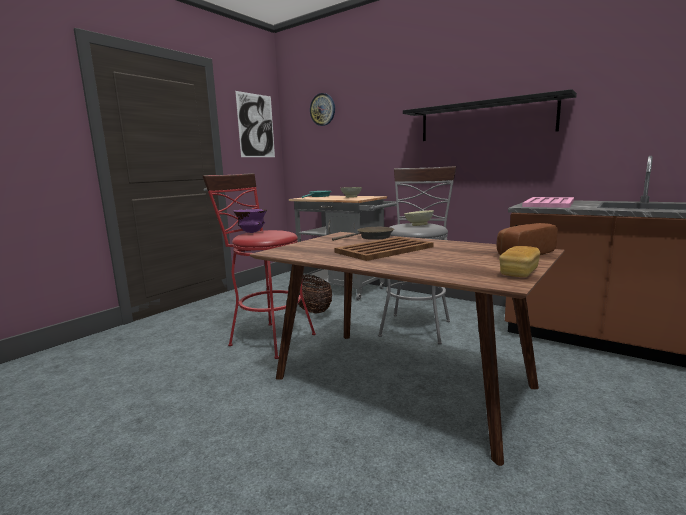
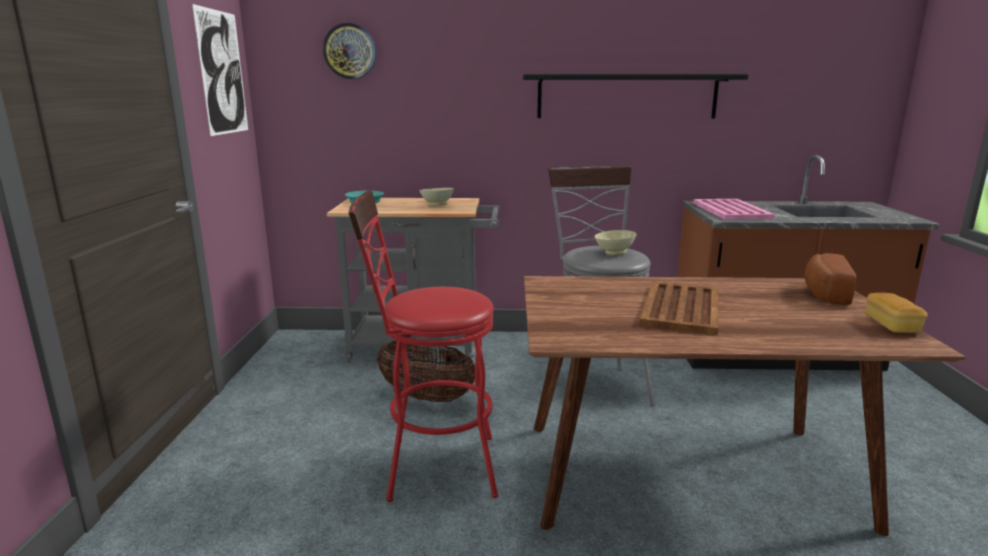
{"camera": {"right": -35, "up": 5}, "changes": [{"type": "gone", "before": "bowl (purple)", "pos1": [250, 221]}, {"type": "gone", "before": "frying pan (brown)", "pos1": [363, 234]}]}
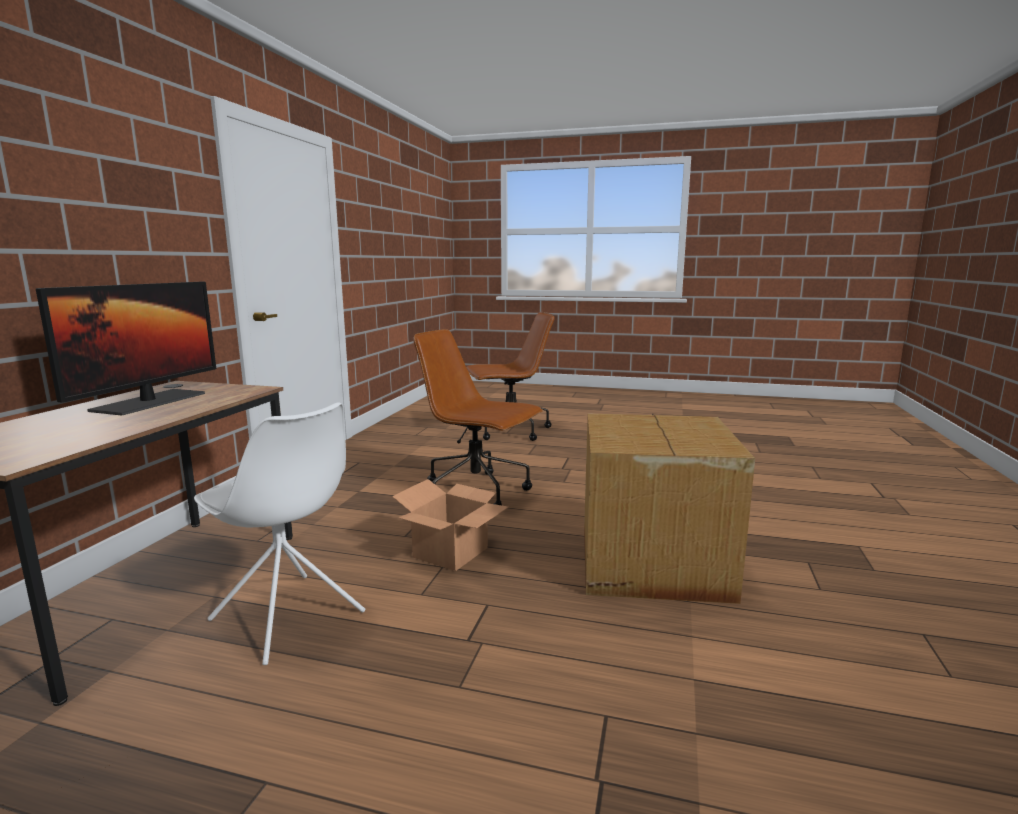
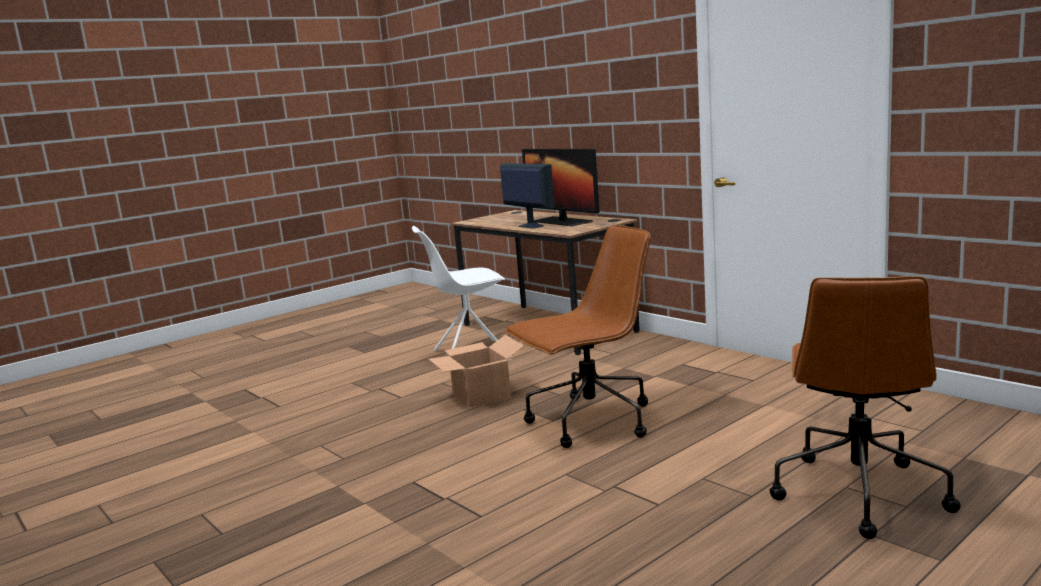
{"camera": {"right": 125, "up": 0}, "changes": [{"type": "gone", "before": "cardboard box", "pos1": [669, 509]}, {"type": "new", "after": "monitor", "pos2": [527, 195]}]}
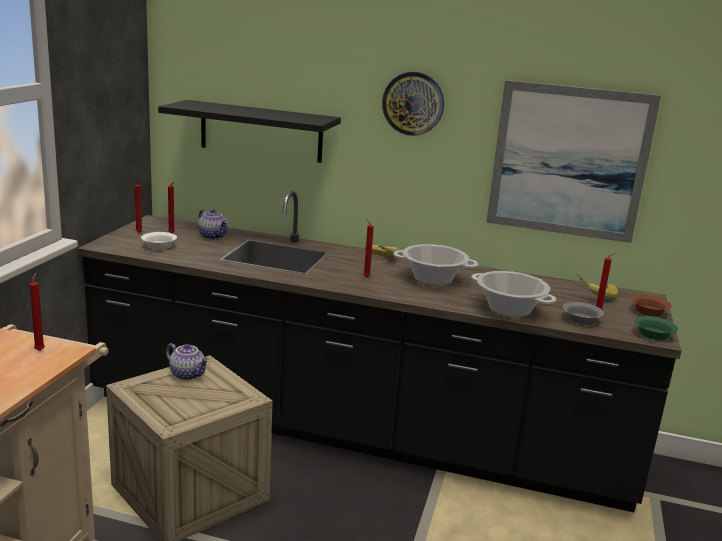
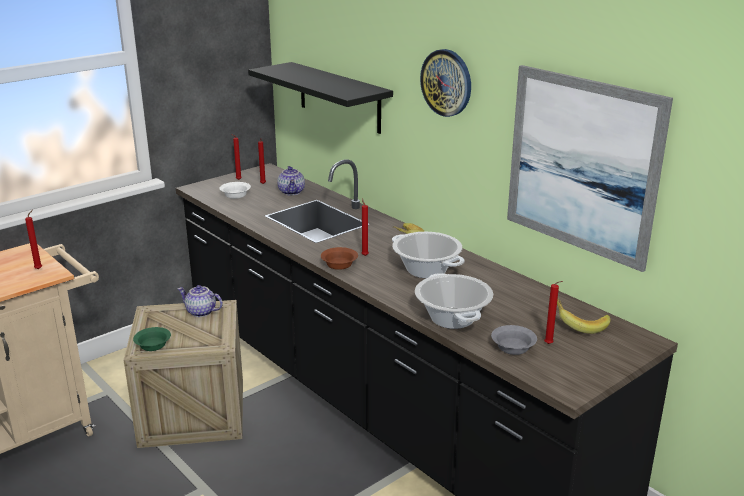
{"camera": {"right": 35, "up": 5}, "changes": [{"type": "shifted", "before": "bowl (brown)", "pos1": [651, 306], "pos2": [339, 258]}, {"type": "shifted", "before": "bowl (green)", "pos1": [656, 328], "pos2": [152, 339]}, {"type": "rotated", "before": "teapot", "pos1": [187, 361], "pos2": [200, 301], "turn": 135}]}
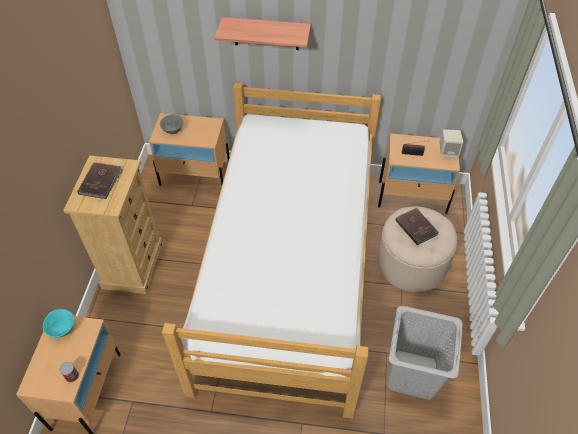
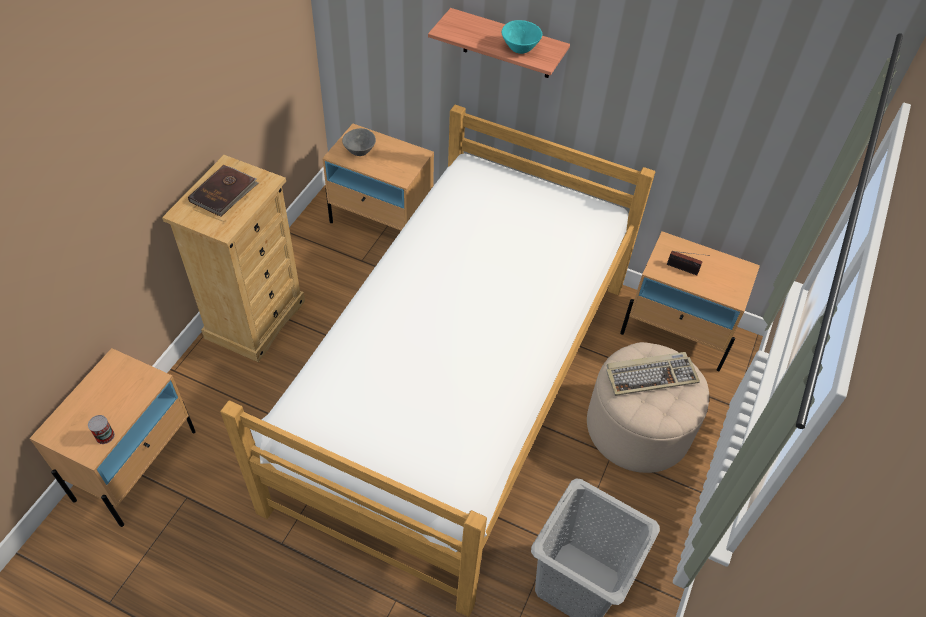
{"camera": {"right": 15, "up": 0}, "changes": [{"type": "gone", "before": "speaker (beige)", "pos1": [451, 143]}, {"type": "swapped", "before": "book (brown)", "after": "keyboard", "pos1": [417, 226], "pos2": [653, 374]}, {"type": "shifted", "before": "bowl (turquoise)", "pos1": [58, 323], "pos2": [522, 37]}]}
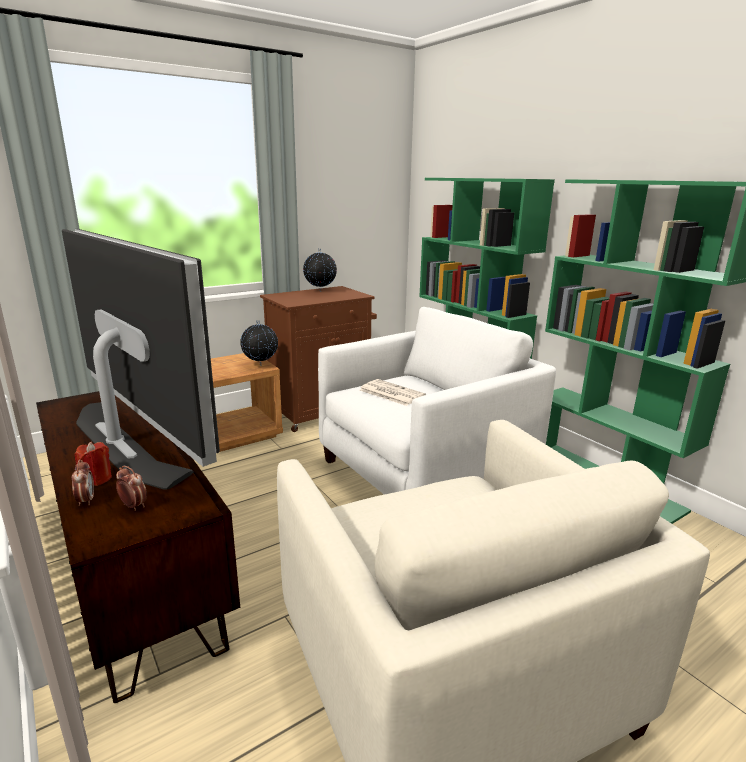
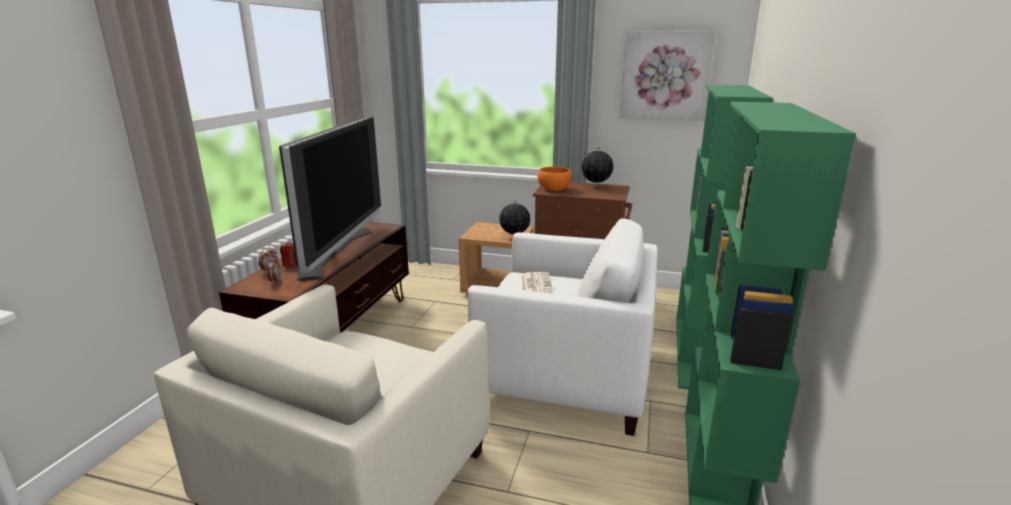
{"camera": {"right": 50, "up": 0}, "changes": [{"type": "new", "after": "picture", "pos2": [668, 76]}, {"type": "new", "after": "bowl (orange)", "pos2": [554, 179]}]}
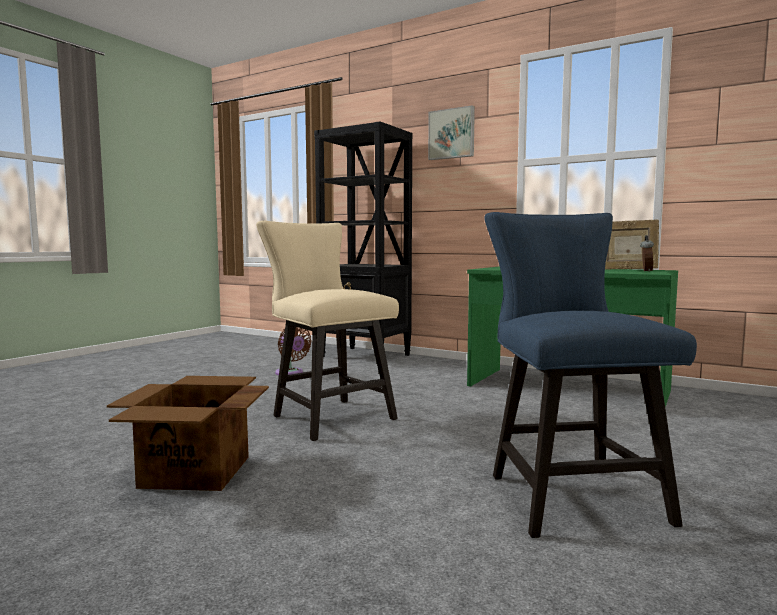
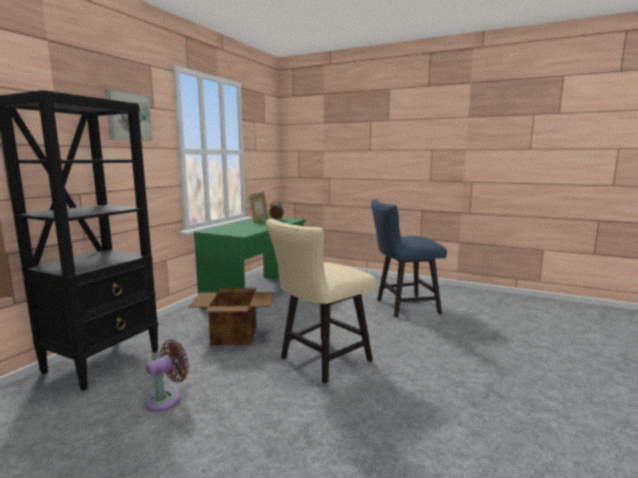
{"camera": {"right": -95, "up": 5}, "changes": [{"type": "shifted", "before": "cardboard box", "pos1": [188, 433], "pos2": [230, 316]}]}
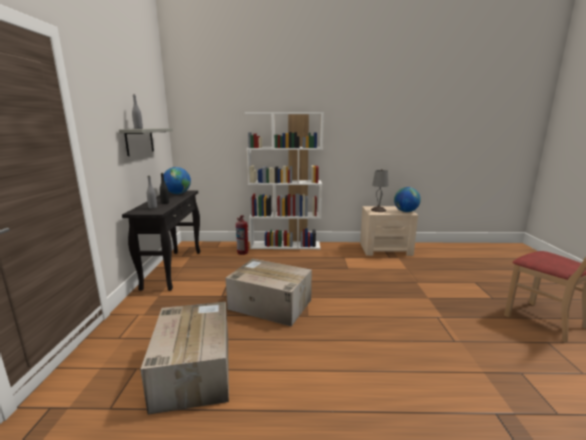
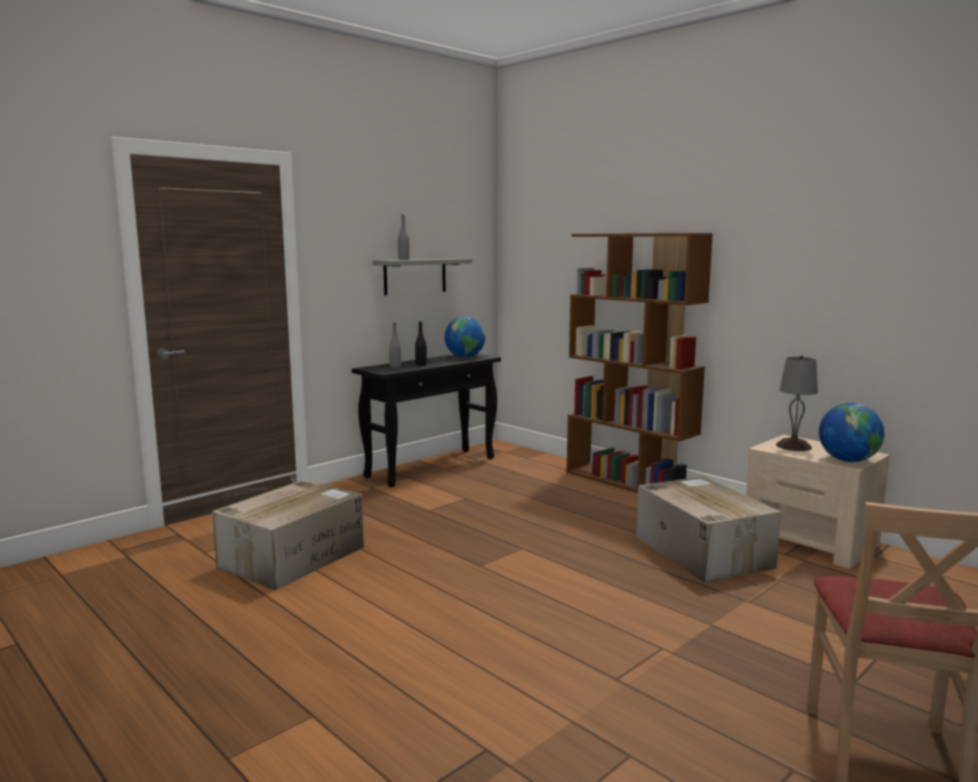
{"camera": {"right": 45, "up": -5}, "changes": [{"type": "repainted", "before": "bookcase (white)", "after": "bookcase (brown)", "pos1": [284, 180], "pos2": [639, 363]}, {"type": "gone", "before": "fire extinguisher", "pos1": [242, 235]}, {"type": "shifted", "before": "cardboard box", "pos1": [269, 293], "pos2": [708, 529]}]}
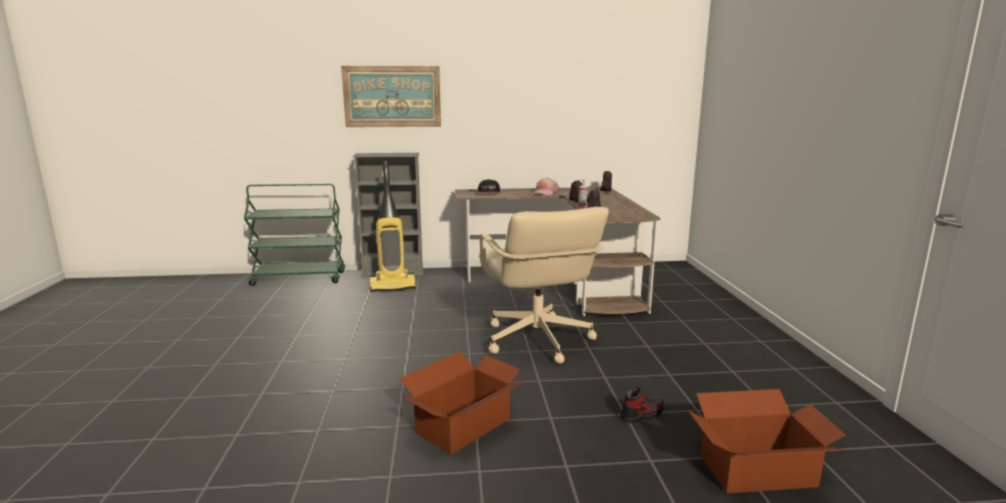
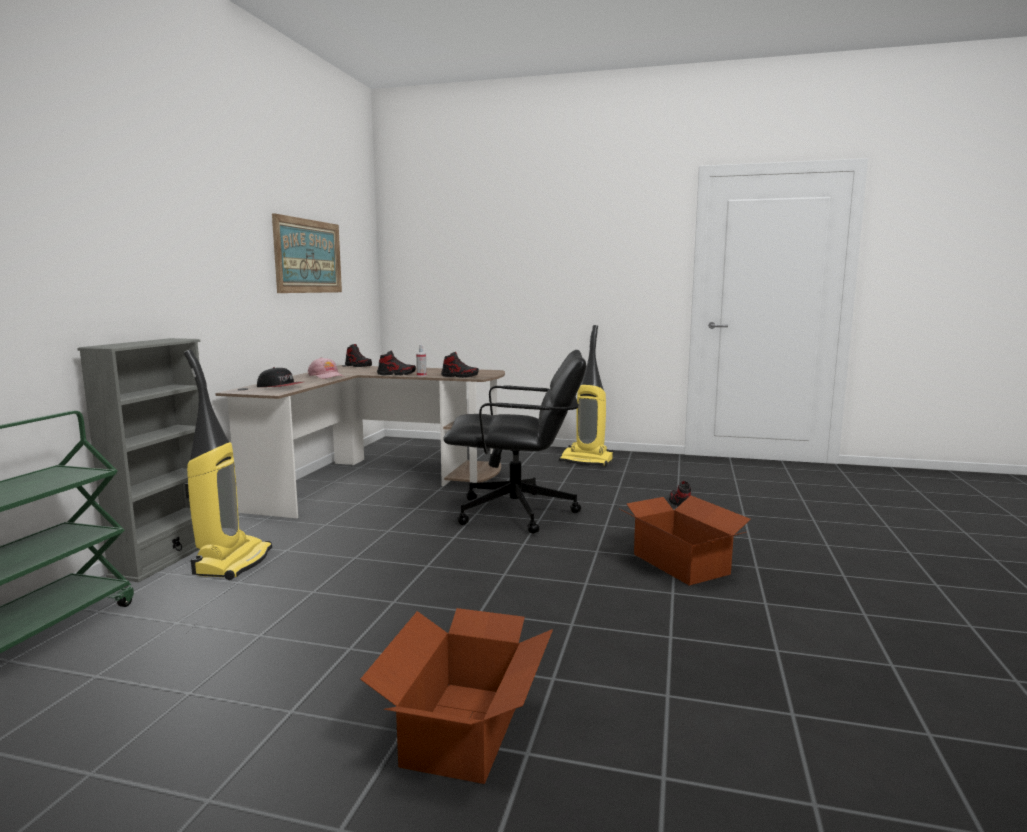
{"camera": {"right": -70, "up": -5}, "changes": [{"type": "shifted", "before": "picture", "pos1": [391, 96], "pos2": [307, 253]}, {"type": "repainted", "before": "office chair (beige)", "after": "office chair (black)", "pos1": [544, 285], "pos2": [514, 442]}, {"type": "shifted", "before": "cardboard box", "pos1": [767, 441], "pos2": [456, 696]}, {"type": "new", "after": "vacuum cleaner", "pos2": [586, 396]}]}
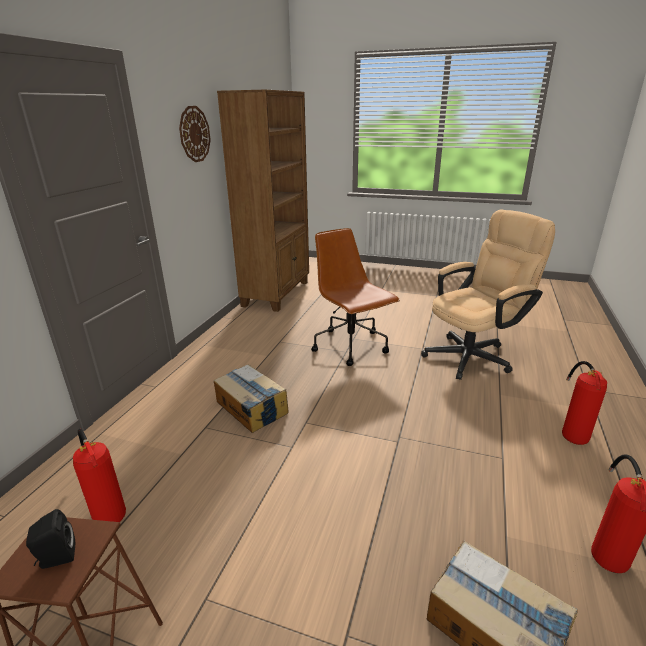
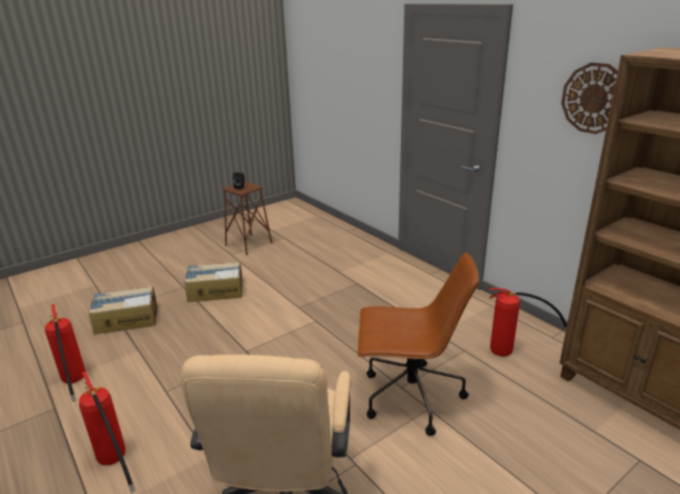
{"camera": {"right": 125, "up": 0}, "changes": [{"type": "shifted", "before": "cardboard box", "pos1": [251, 398], "pos2": [213, 282]}, {"type": "shifted", "before": "fire extinguisher", "pos1": [99, 475], "pos2": [528, 322]}]}
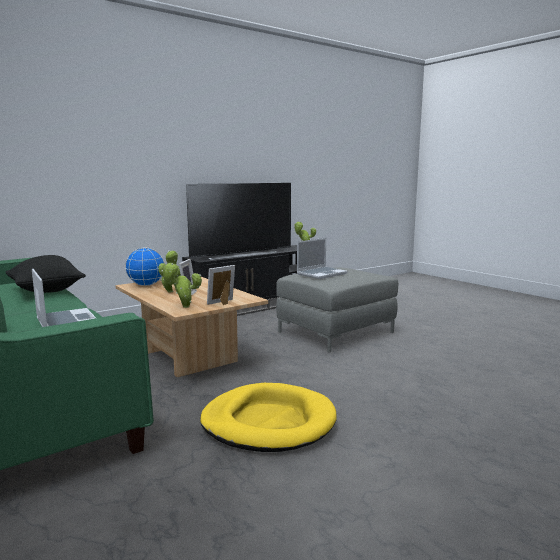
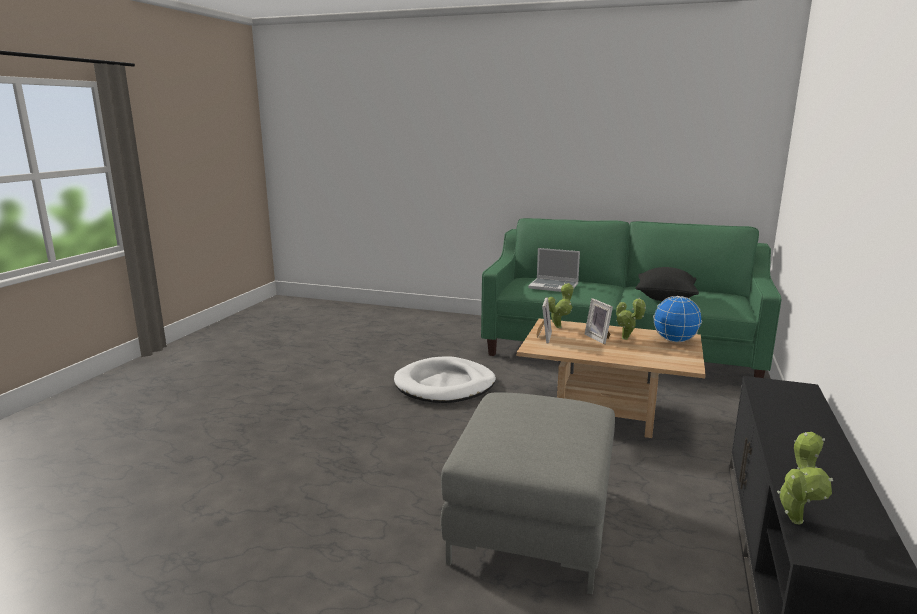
{"camera": {"right": 145, "up": 5}, "changes": [{"type": "gone", "before": "television", "pos1": [238, 221]}, {"type": "gone", "before": "laptop", "pos1": [322, 258]}, {"type": "repainted", "before": "dog bed (yellow)", "after": "dog bed (white)", "pos1": [268, 417], "pos2": [445, 379]}]}
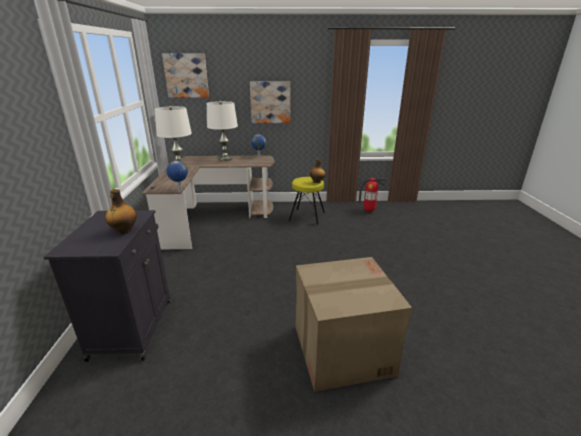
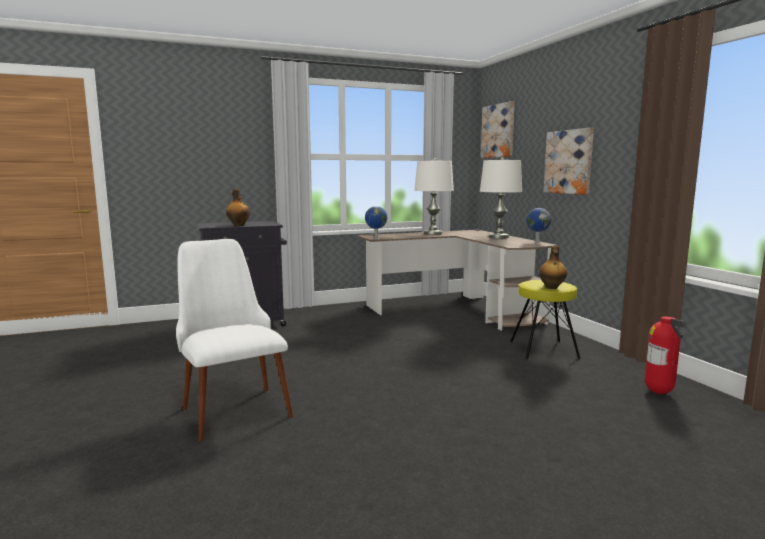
{"camera": {"right": 70, "up": -15}, "changes": [{"type": "swapped", "before": "cardboard box", "after": "chair (white)", "pos1": [353, 324], "pos2": [234, 340]}]}
